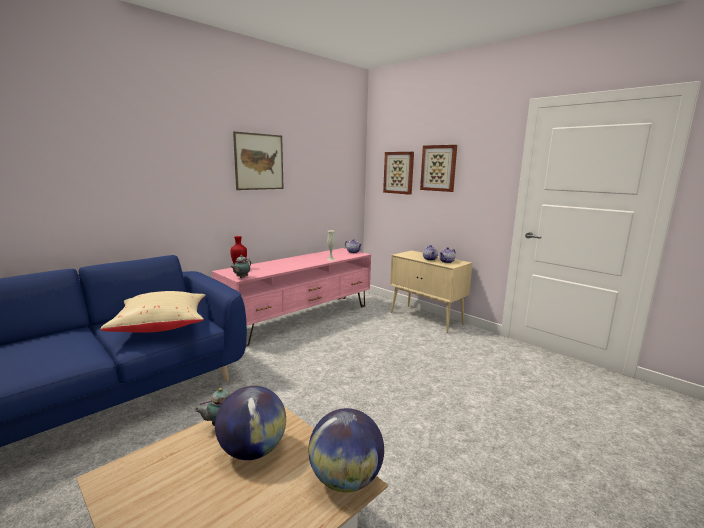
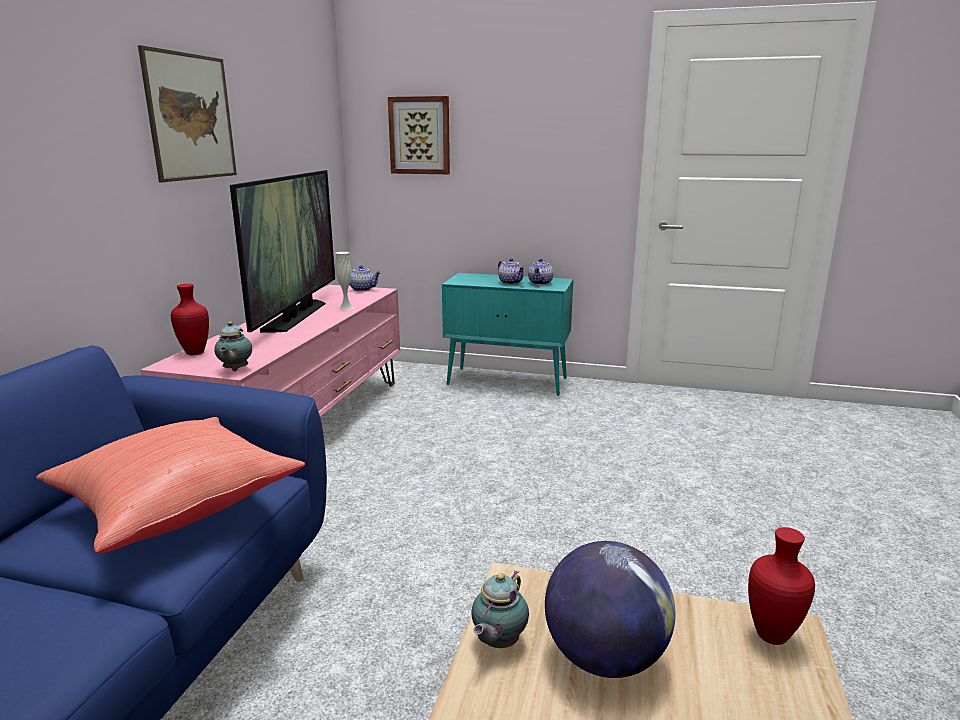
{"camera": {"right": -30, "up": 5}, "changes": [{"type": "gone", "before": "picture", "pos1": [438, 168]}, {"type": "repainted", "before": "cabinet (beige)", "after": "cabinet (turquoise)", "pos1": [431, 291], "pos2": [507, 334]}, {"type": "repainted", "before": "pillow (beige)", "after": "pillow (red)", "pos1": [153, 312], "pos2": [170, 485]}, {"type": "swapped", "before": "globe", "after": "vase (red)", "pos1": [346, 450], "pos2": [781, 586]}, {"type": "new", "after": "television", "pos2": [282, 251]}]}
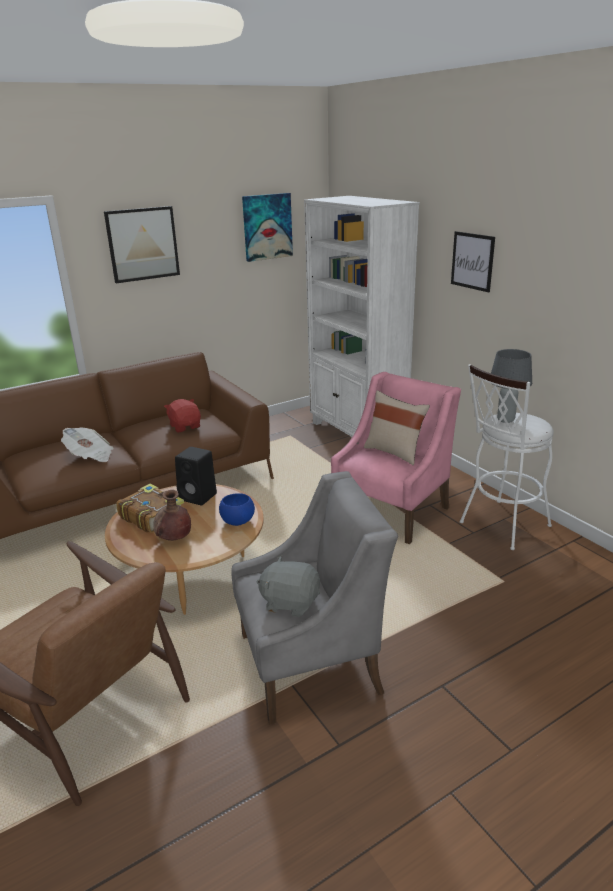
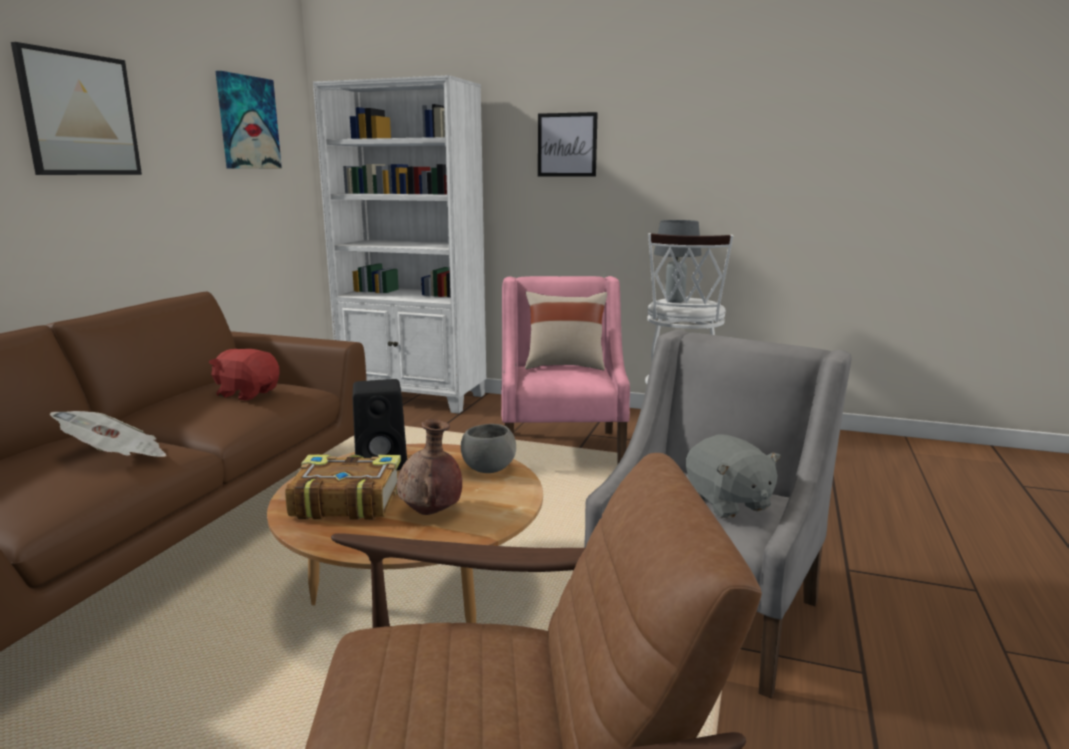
{"camera": {"right": -40, "up": -10}, "changes": [{"type": "repainted", "before": "bowl (blue)", "after": "bowl (grey)", "pos1": [237, 509], "pos2": [488, 448]}, {"type": "rotated", "before": "plush toy (grey)", "pos1": [288, 586], "pos2": [733, 476], "turn": -90}]}
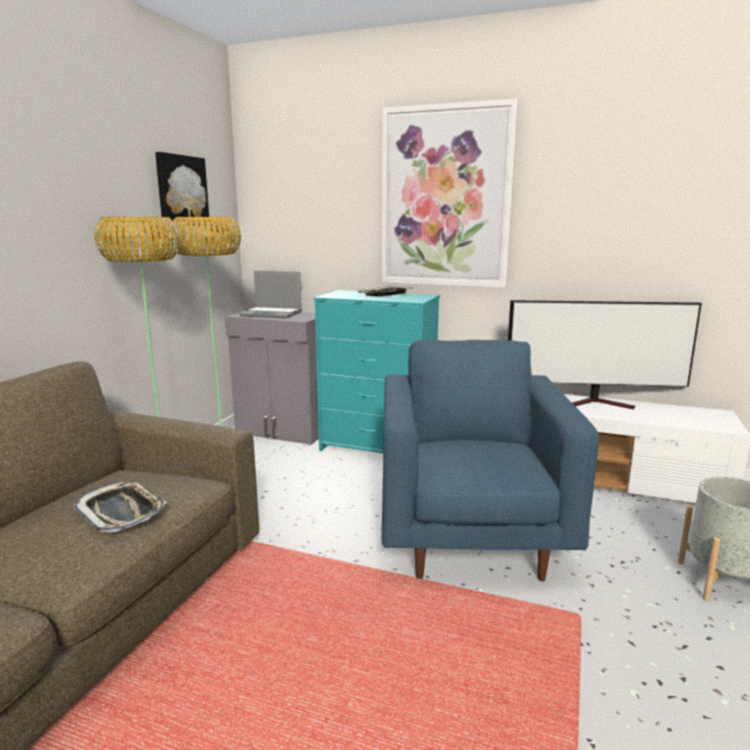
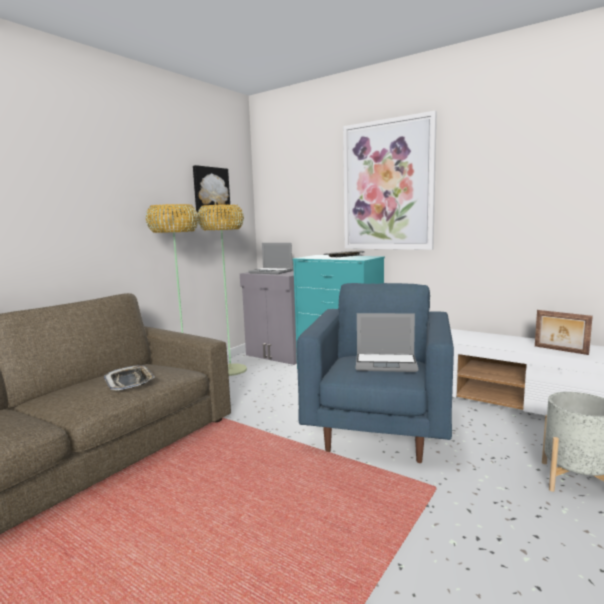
{"camera": {"right": 15, "up": -5}, "changes": [{"type": "gone", "before": "television", "pos1": [605, 354]}, {"type": "new", "after": "picture frame", "pos2": [564, 332]}, {"type": "new", "after": "laptop", "pos2": [387, 342]}]}
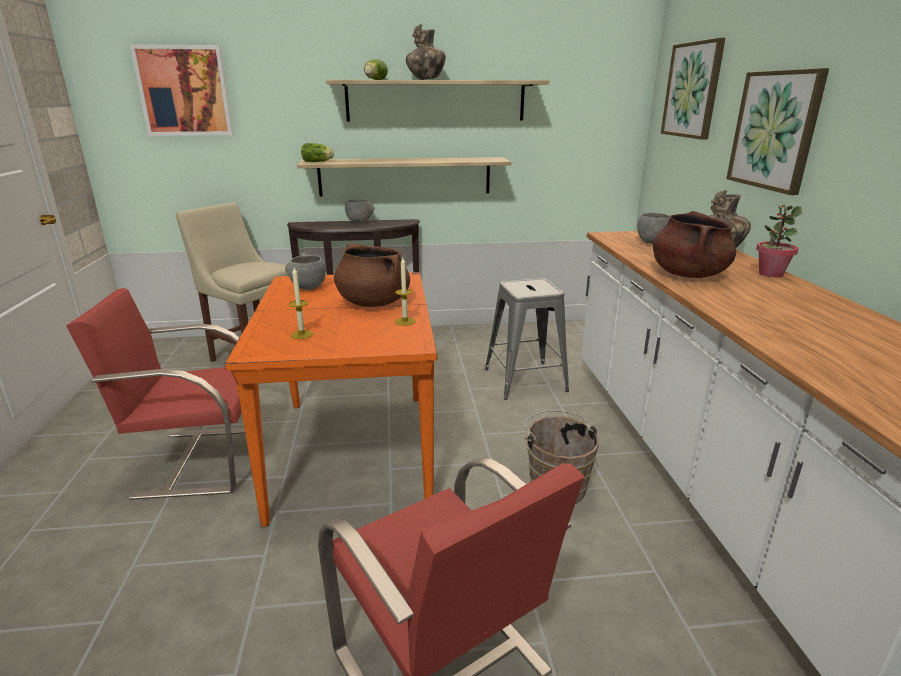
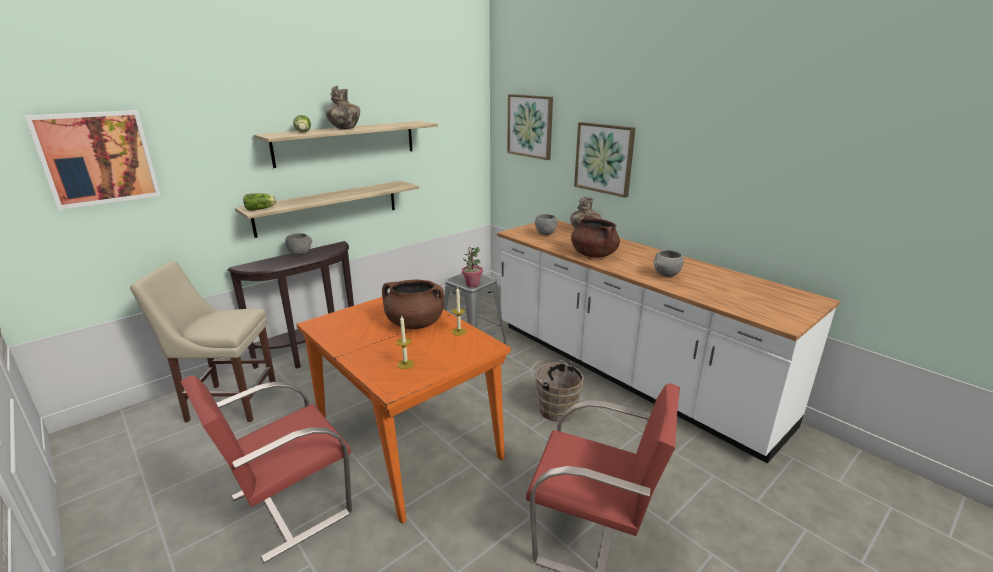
{"camera": {"right": -35, "up": 0}, "changes": [{"type": "shifted", "before": "potted plant", "pos1": [779, 241], "pos2": [472, 267]}, {"type": "shifted", "before": "bowl (grey)", "pos1": [305, 272], "pos2": [669, 263]}]}
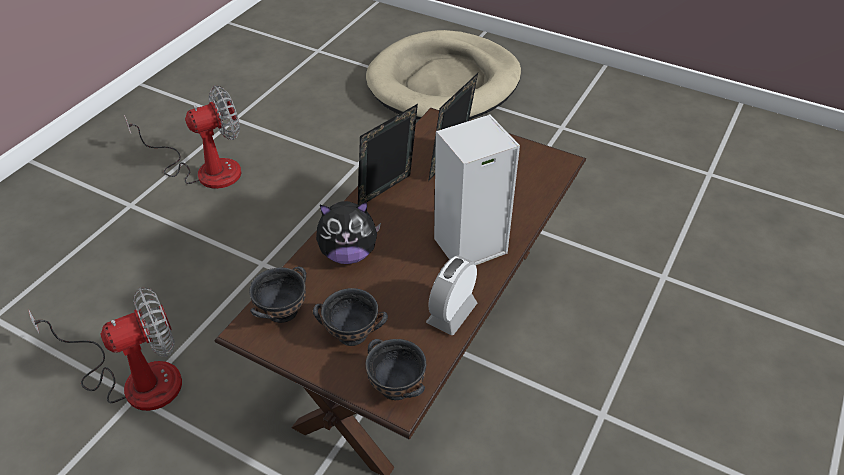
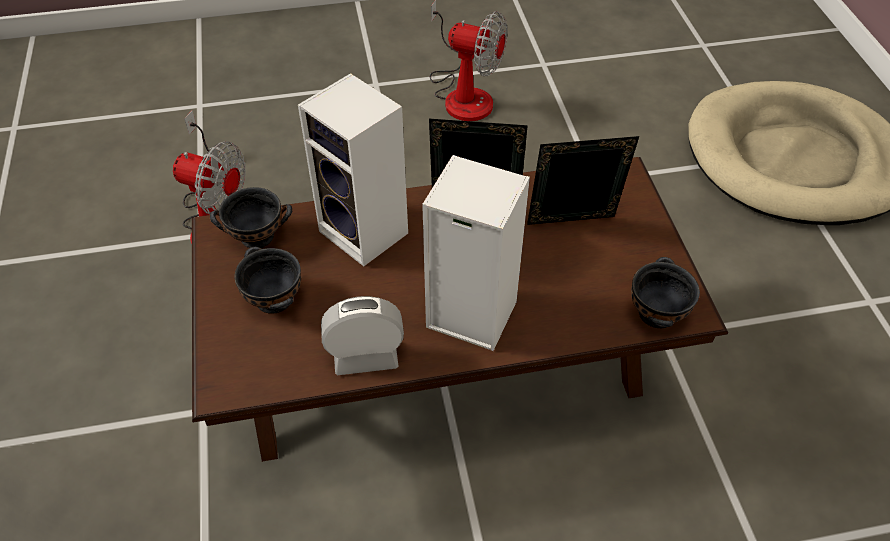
{"camera": {"right": 50, "up": 5}, "changes": [{"type": "swapped", "before": "plush toy", "after": "speaker", "pos1": [348, 232], "pos2": [353, 169]}, {"type": "shifted", "before": "bowl (black)", "pos1": [395, 369], "pos2": [665, 292]}]}
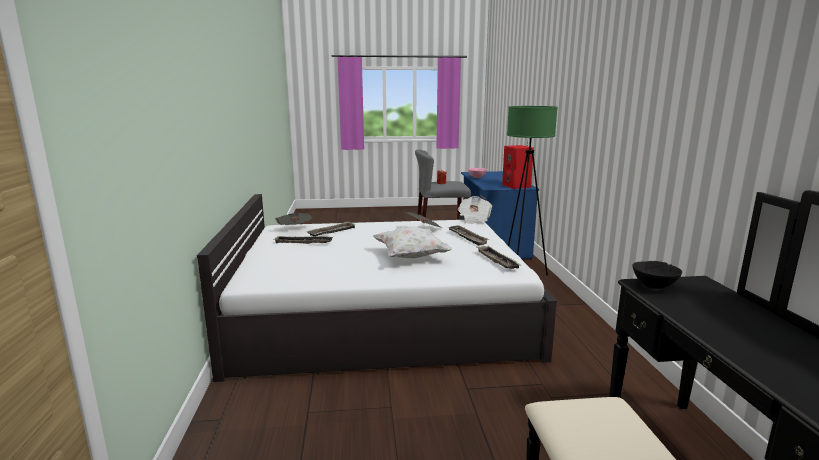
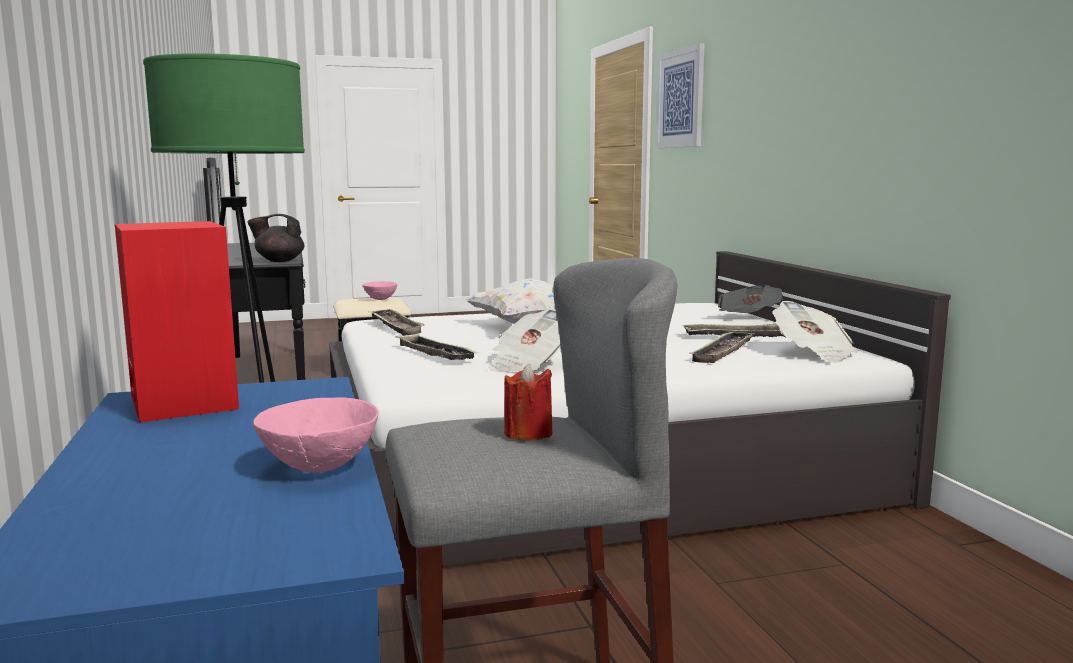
{"camera": {"right": 170, "up": -5}, "changes": [{"type": "shifted", "before": "newspaper", "pos1": [475, 210], "pos2": [750, 299]}, {"type": "swapped", "before": "bowl (black)", "after": "teapot (black)", "pos1": [657, 275], "pos2": [275, 238]}, {"type": "new", "after": "picture", "pos2": [680, 95]}, {"type": "new", "after": "bowl (pink)", "pos2": [380, 290]}]}
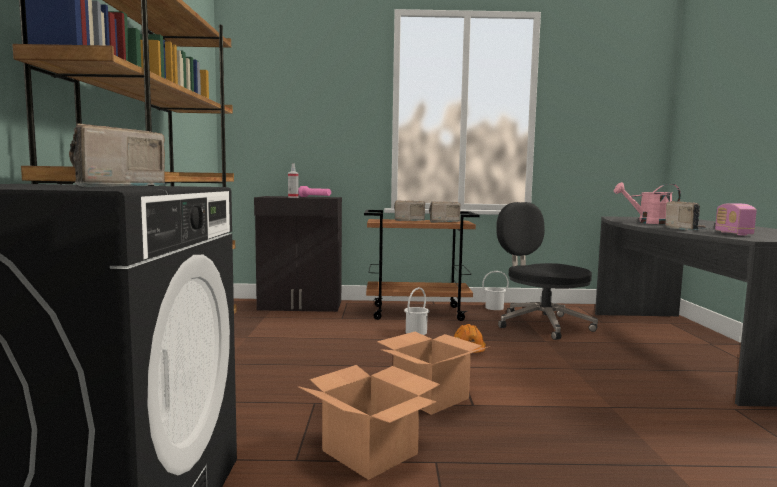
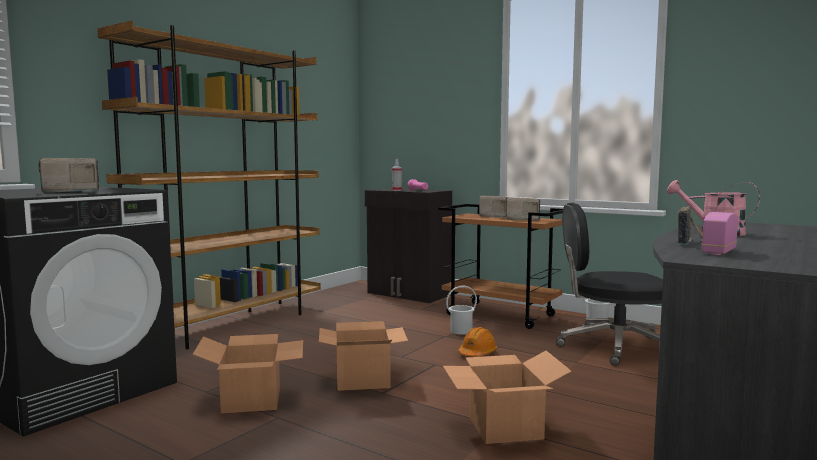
{"camera": {"right": 35, "up": 0}, "changes": [{"type": "rotated", "before": "office chair (black)", "pos1": [547, 271], "pos2": [609, 284], "turn": -90}, {"type": "new", "after": "cardboard box", "pos2": [507, 397]}]}
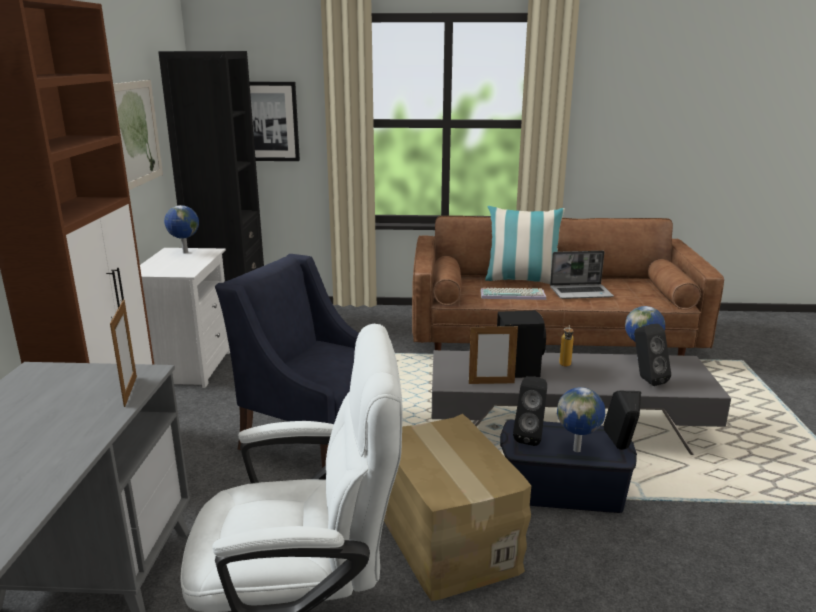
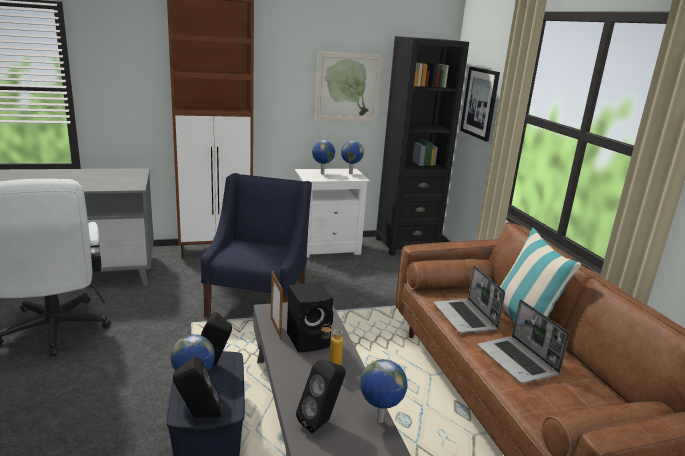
{"camera": {"right": 70, "up": 0}, "changes": [{"type": "swapped", "before": "keyboard", "after": "laptop", "pos1": [513, 294], "pos2": [469, 299]}, {"type": "gone", "before": "picture frame", "pos1": [123, 353]}, {"type": "gone", "before": "cardboard box", "pos1": [457, 507]}, {"type": "new", "after": "globe", "pos2": [323, 157]}]}
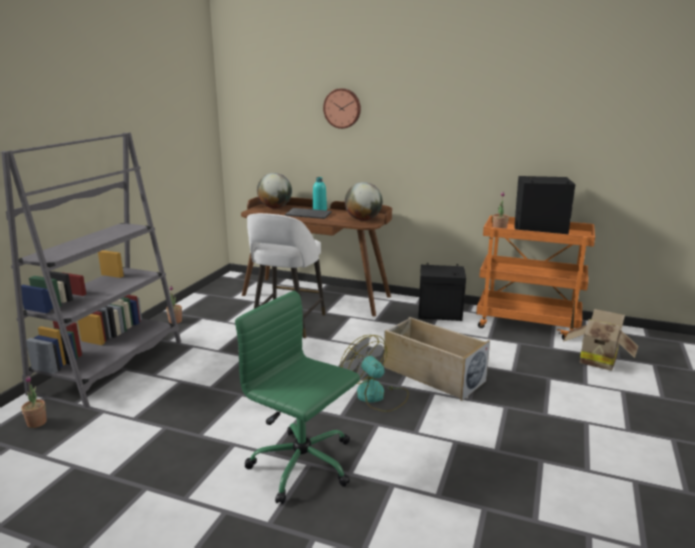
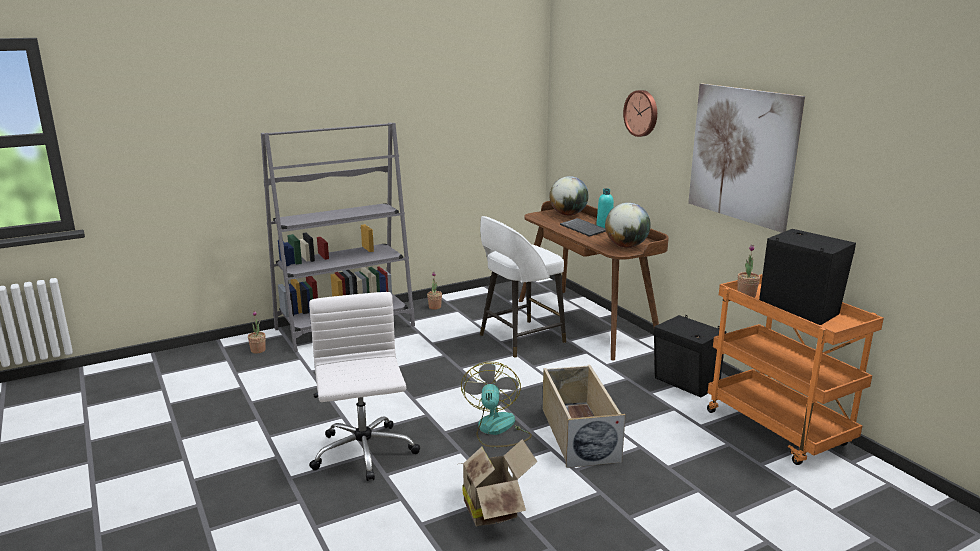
{"camera": {"right": 40, "up": 0}, "changes": [{"type": "repainted", "before": "office chair (green)", "after": "office chair (white)", "pos1": [297, 397], "pos2": [364, 386]}, {"type": "shifted", "before": "cardboard box", "pos1": [600, 340], "pos2": [499, 482]}, {"type": "new", "after": "picture", "pos2": [746, 158]}]}
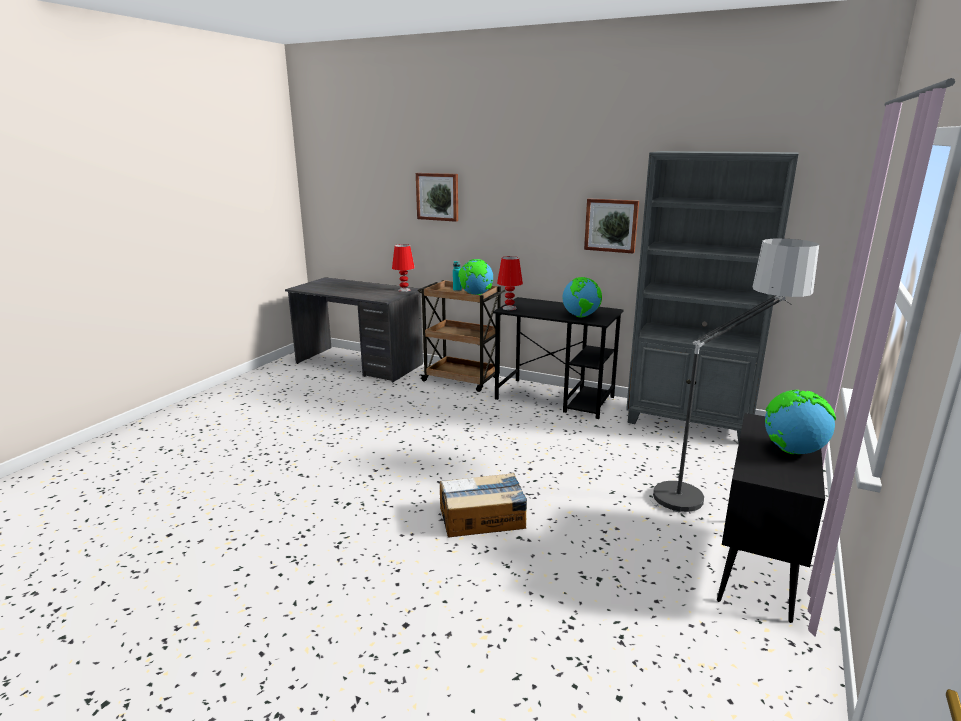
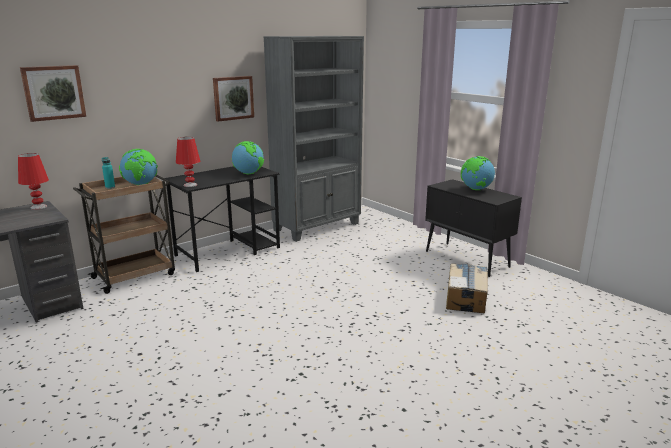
{"camera": {"right": -65, "up": 0}, "changes": [{"type": "gone", "before": "floor lamp", "pos1": [734, 375]}, {"type": "shifted", "before": "cardboard box", "pos1": [483, 505], "pos2": [467, 288]}]}
